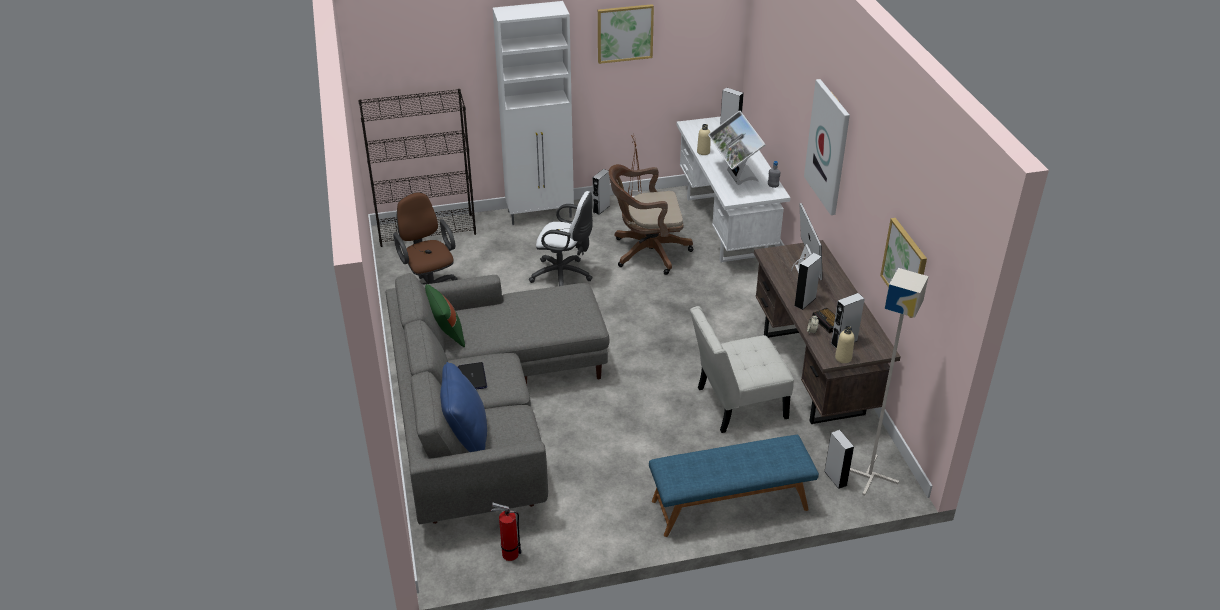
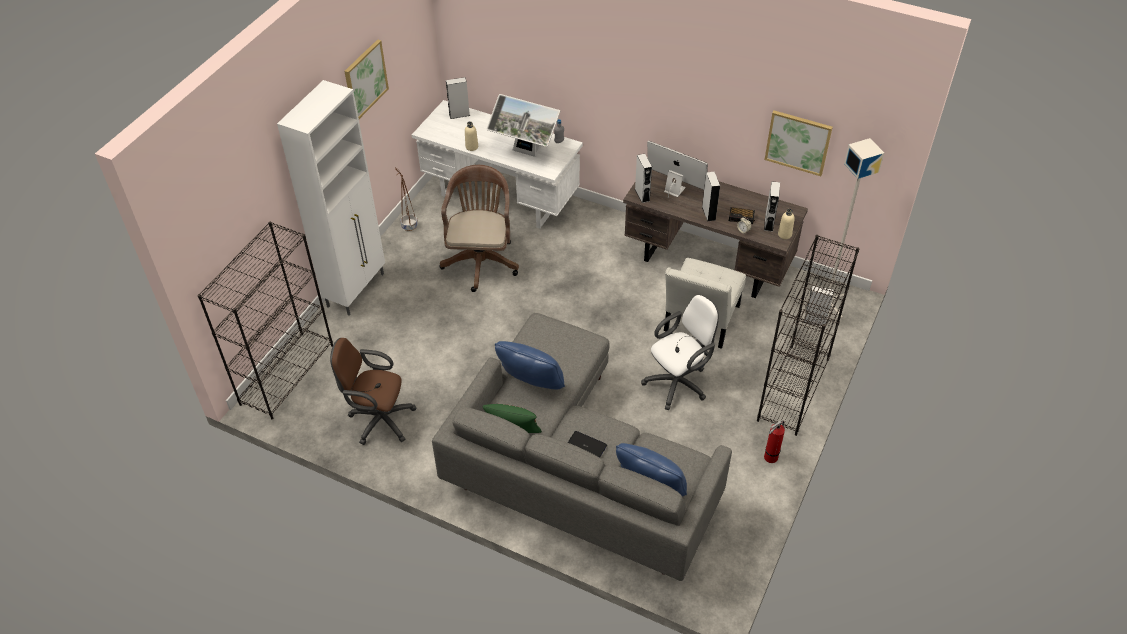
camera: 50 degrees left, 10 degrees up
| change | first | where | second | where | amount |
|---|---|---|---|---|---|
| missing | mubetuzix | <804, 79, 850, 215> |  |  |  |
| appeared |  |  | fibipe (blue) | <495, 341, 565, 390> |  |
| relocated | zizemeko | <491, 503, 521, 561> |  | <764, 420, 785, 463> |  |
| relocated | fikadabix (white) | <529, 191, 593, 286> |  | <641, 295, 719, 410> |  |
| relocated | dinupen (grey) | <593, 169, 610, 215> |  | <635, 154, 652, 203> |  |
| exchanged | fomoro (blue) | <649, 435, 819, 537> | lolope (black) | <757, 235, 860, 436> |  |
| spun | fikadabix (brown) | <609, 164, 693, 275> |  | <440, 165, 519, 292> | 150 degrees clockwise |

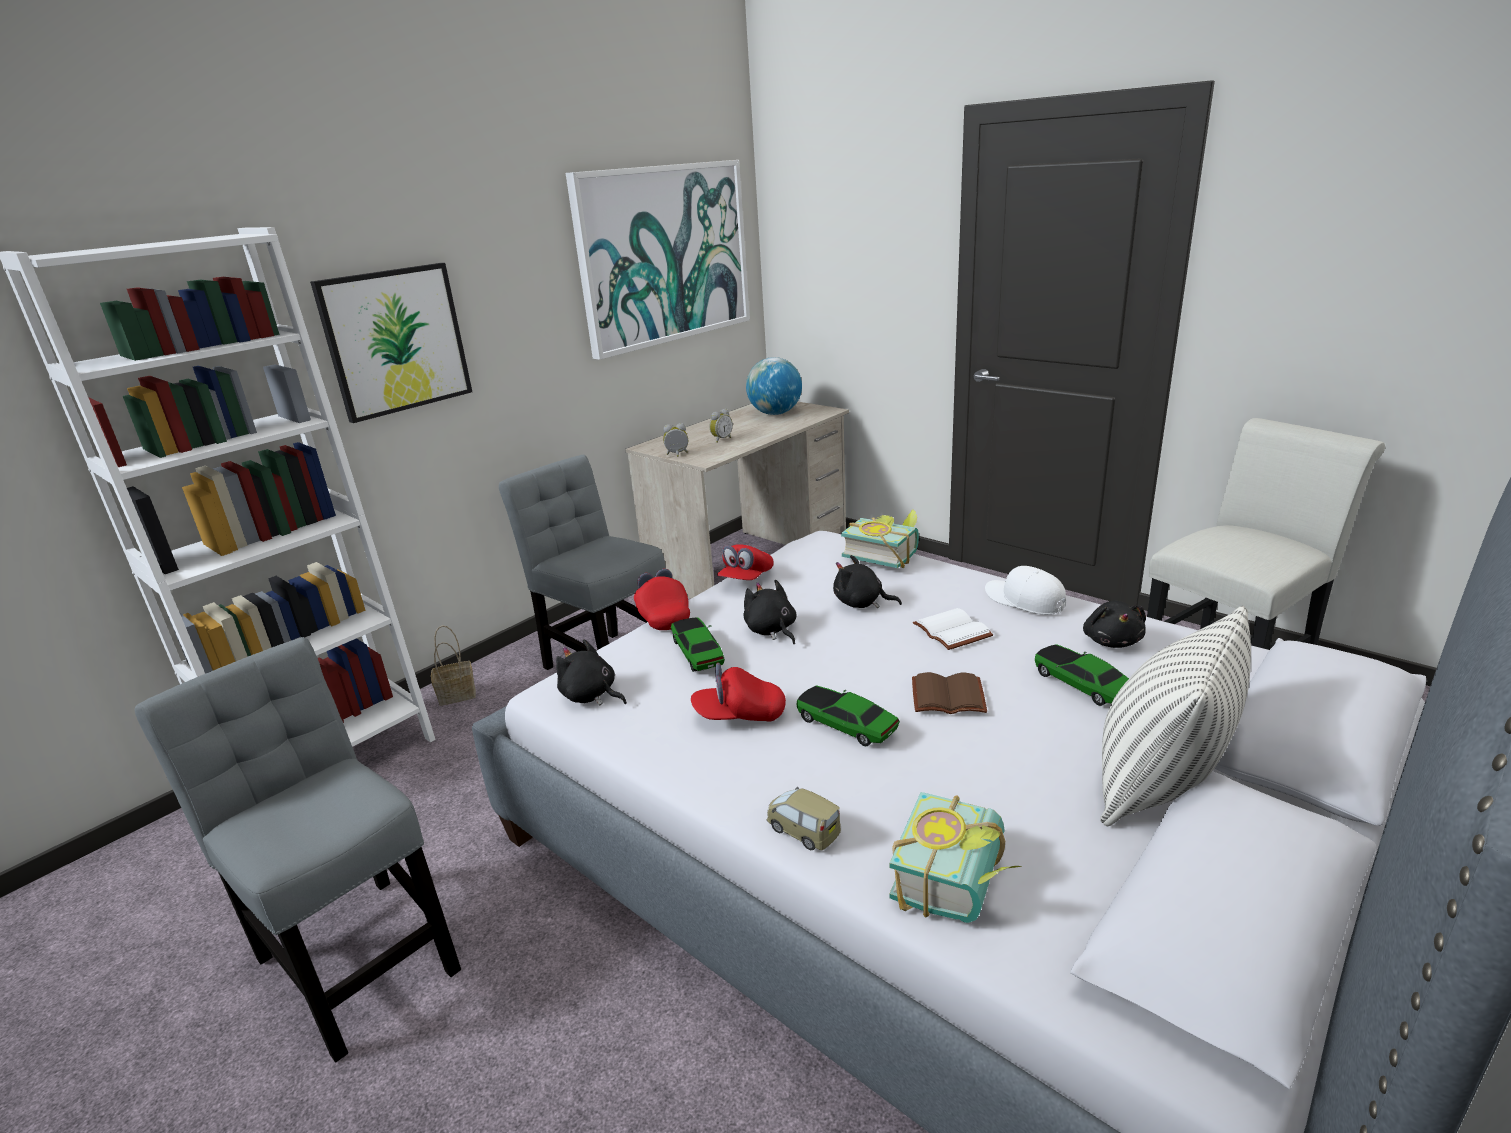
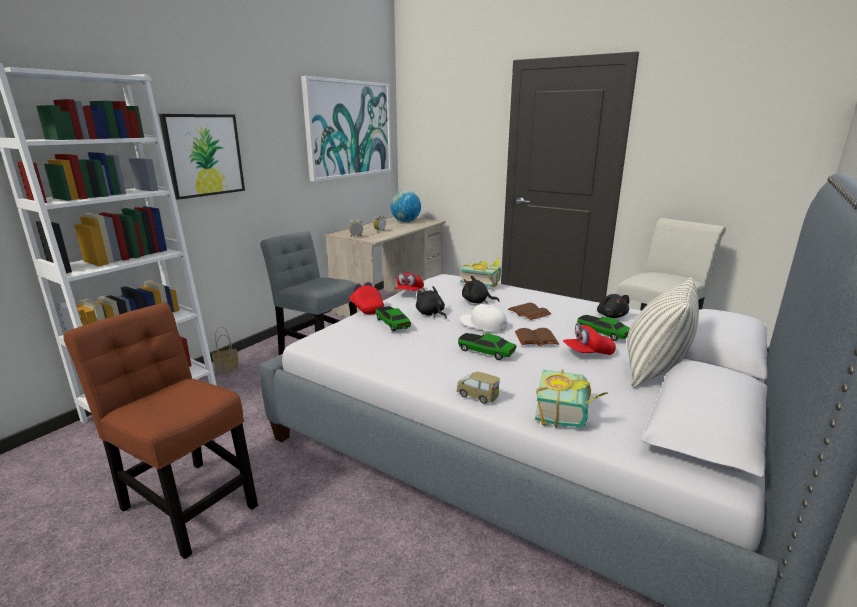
camera: 10 degrees left, 5 degrees down
| change | first | where | second | where | amount |
|---|---|---|---|---|---|
| missing | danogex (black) | <556, 640, 627, 705> |  |  |  |
| relocated | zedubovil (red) | <691, 663, 786, 722> |  | <563, 323, 616, 355> |  |
| relocated | zedubovil (white) | <985, 566, 1066, 615> |  | <460, 304, 507, 332> |  |
| colour | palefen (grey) | <135, 637, 461, 1062> | palefen (brown) | <63, 303, 258, 559> |  |
| colour | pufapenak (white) | <913, 608, 993, 650> | pufapenak (brown) | <508, 303, 551, 320> |  |

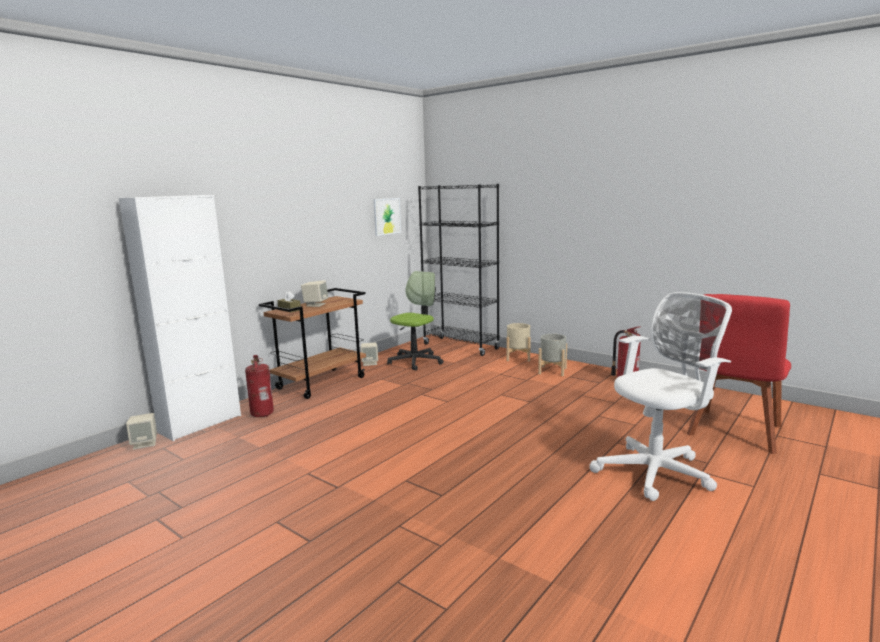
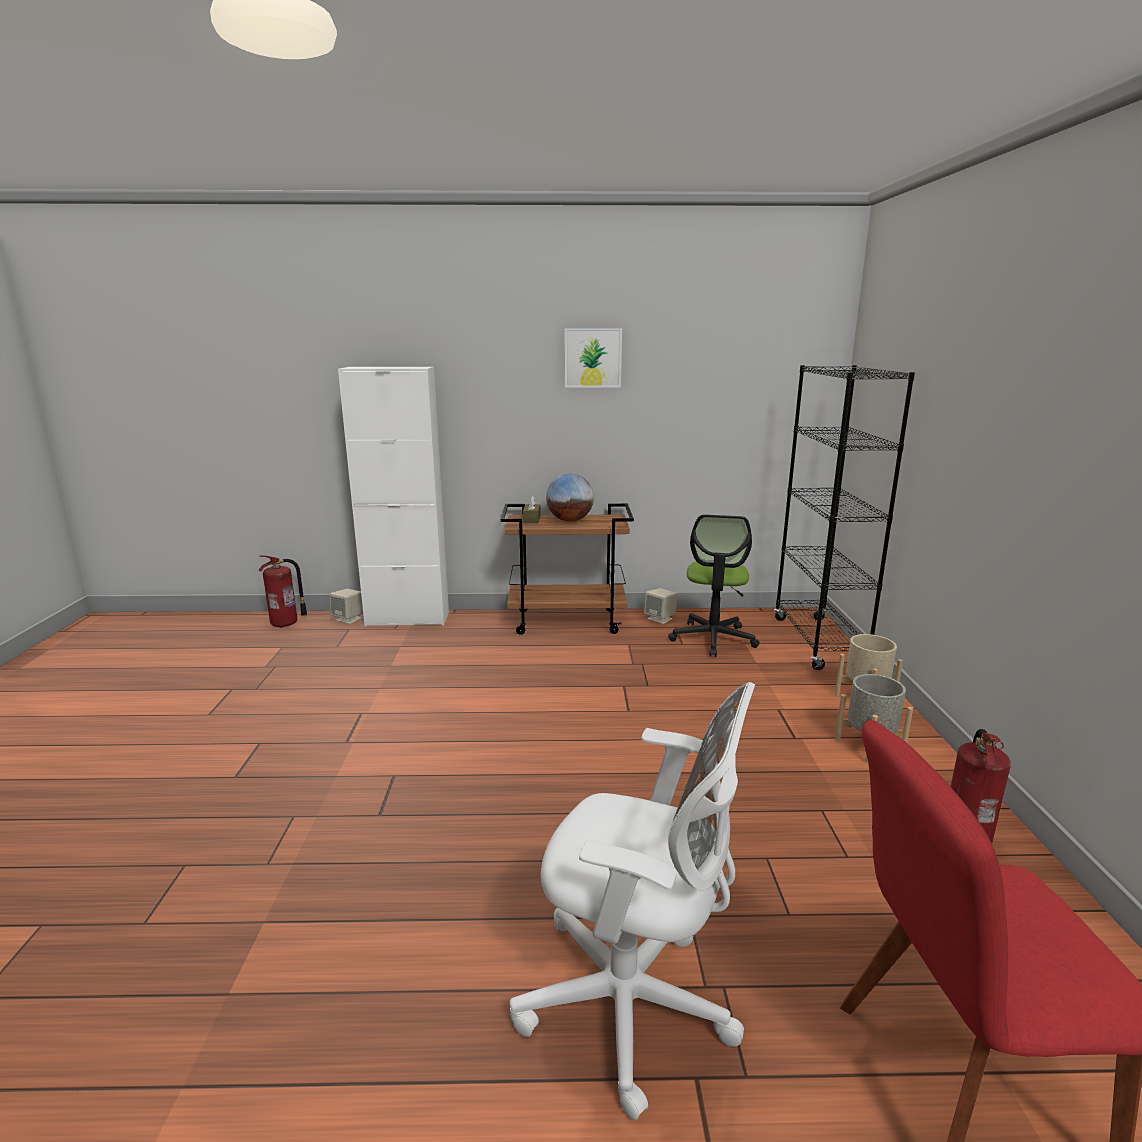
camera: 50 degrees right, 5 degrees up
| change | first | where | second | where | amount |
|---|---|---|---|---|---|
| relocated | zizemeko | <245, 355, 274, 417> |  | <259, 555, 307, 628> |  |
| relocated | mubetuzix | <373, 198, 401, 236> |  | <565, 329, 622, 388> |  |
| exchanged | dinupen (beige) | <301, 280, 328, 307> | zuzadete | <546, 474, 594, 522> |  |
| spun | fikadabix | <387, 271, 444, 370> |  | <668, 514, 760, 657> | 105 degrees clockwise |

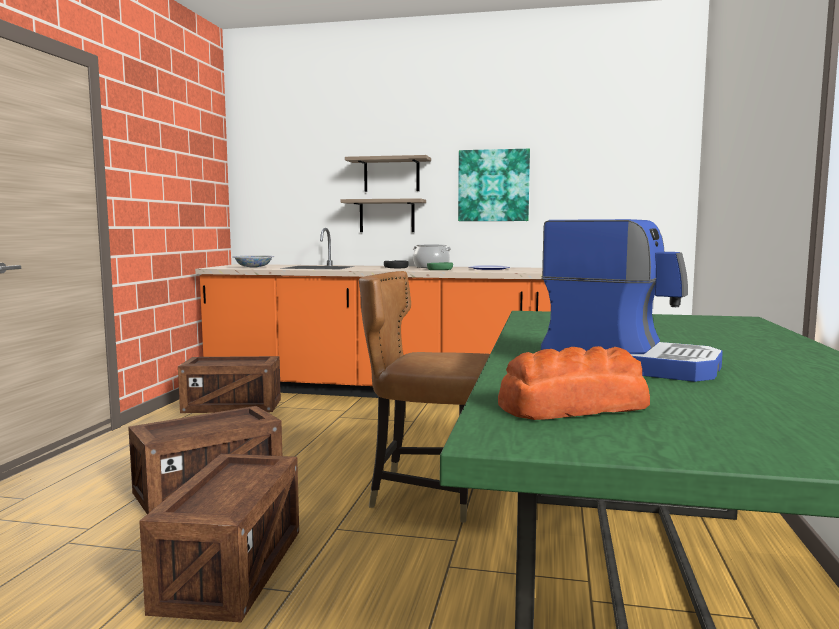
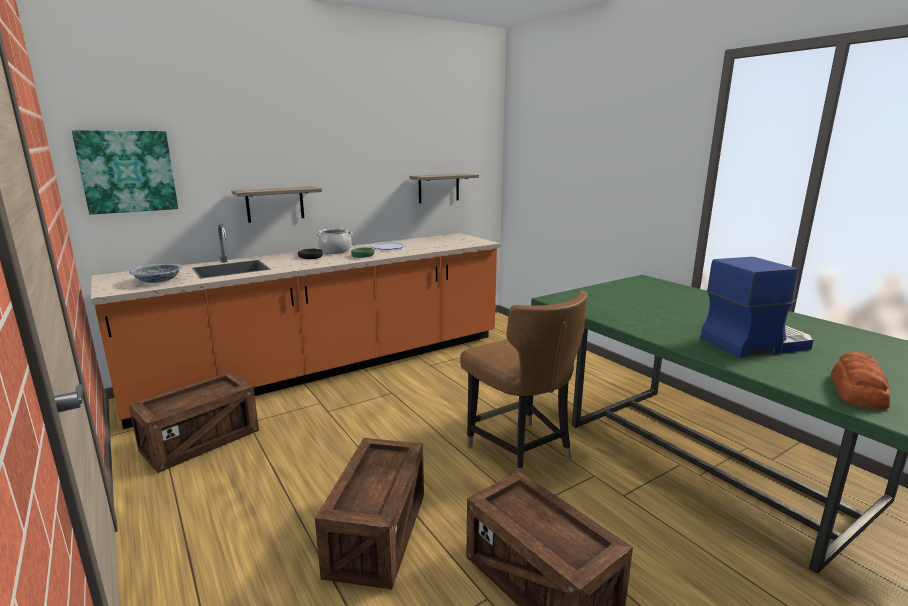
camera: 45 degrees left, 10 degrees up
| change | first | where | second | where | amount |
|---|---|---|---|---|---|
| relocated | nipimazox | <345, 155, 431, 192> |  | <410, 173, 479, 203> |  |
| relocated | mubetuzix | <458, 149, 530, 221> |  | <72, 130, 178, 215> |  |
| spun | palefen (brown) | <359, 271, 490, 523> |  | <460, 291, 588, 473> | 90 degrees counterclockwise |

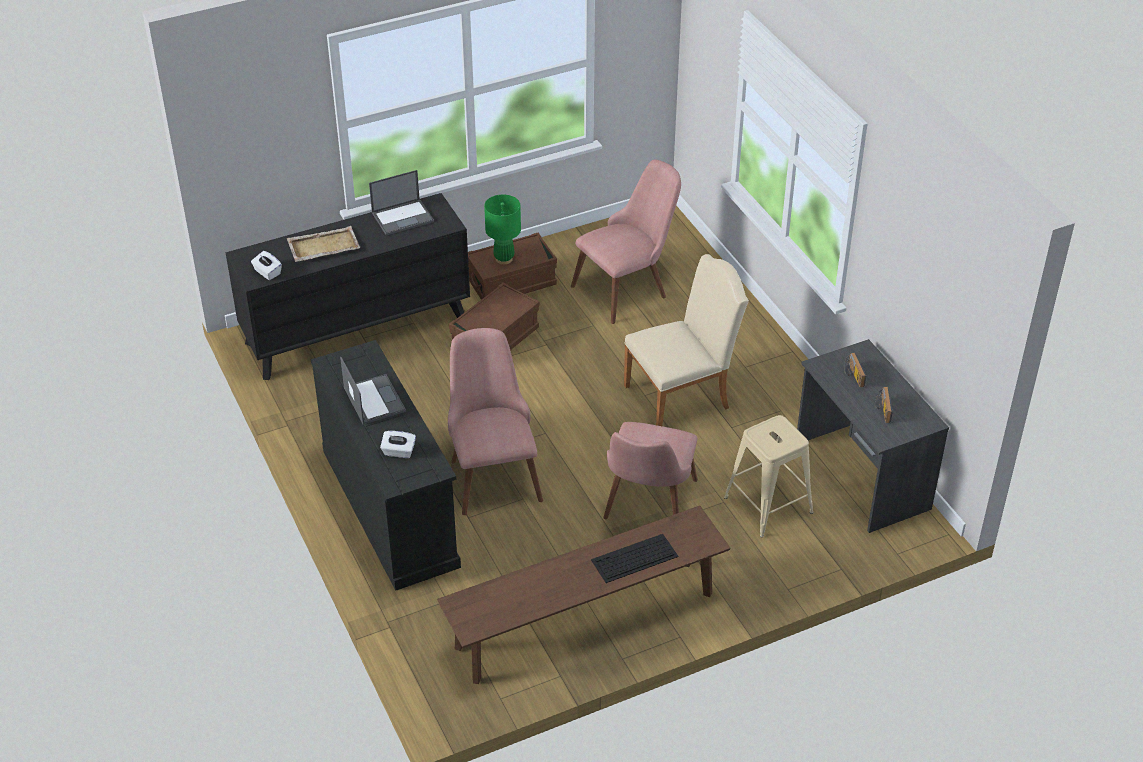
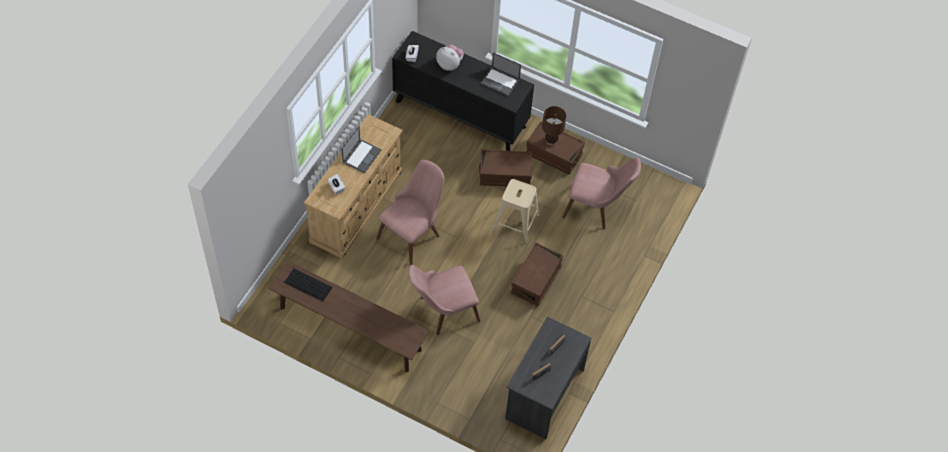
camera: 50 degrees right, 15 degrees up
| change | first | where | second | where | amount |
|---|---|---|---|---|---|
| relocated | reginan | <591, 534, 678, 583> |  | <284, 268, 333, 302> |  |
| relocated | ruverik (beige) | <724, 415, 813, 538> |  | <492, 179, 539, 244> |  |
| exchanged | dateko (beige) | <287, 226, 360, 262> | danogex | <436, 45, 464, 71> |  |
| exchanged | palefen (beige) | <624, 254, 749, 426> | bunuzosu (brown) | <511, 242, 564, 306> |  |
| colour | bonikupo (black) | <310, 340, 461, 591> | bonikupo (beige) | <304, 114, 403, 259> |  |
| colour | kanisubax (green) | <484, 195, 521, 264> | kanisubax (brown) | <542, 106, 566, 145> |  |

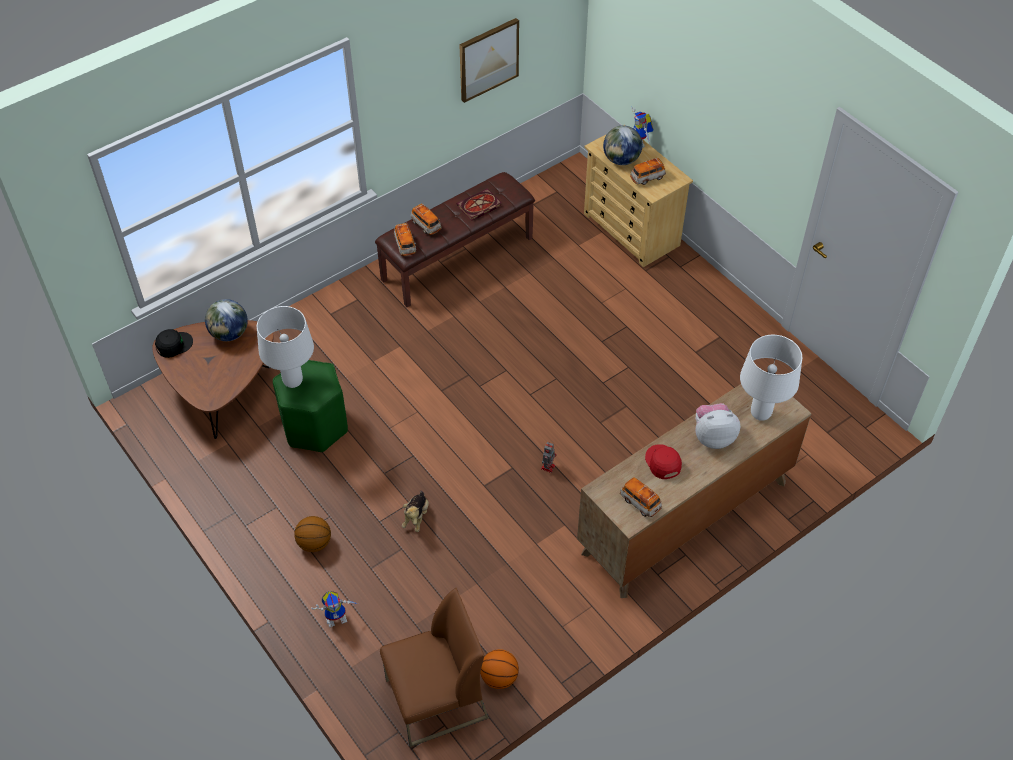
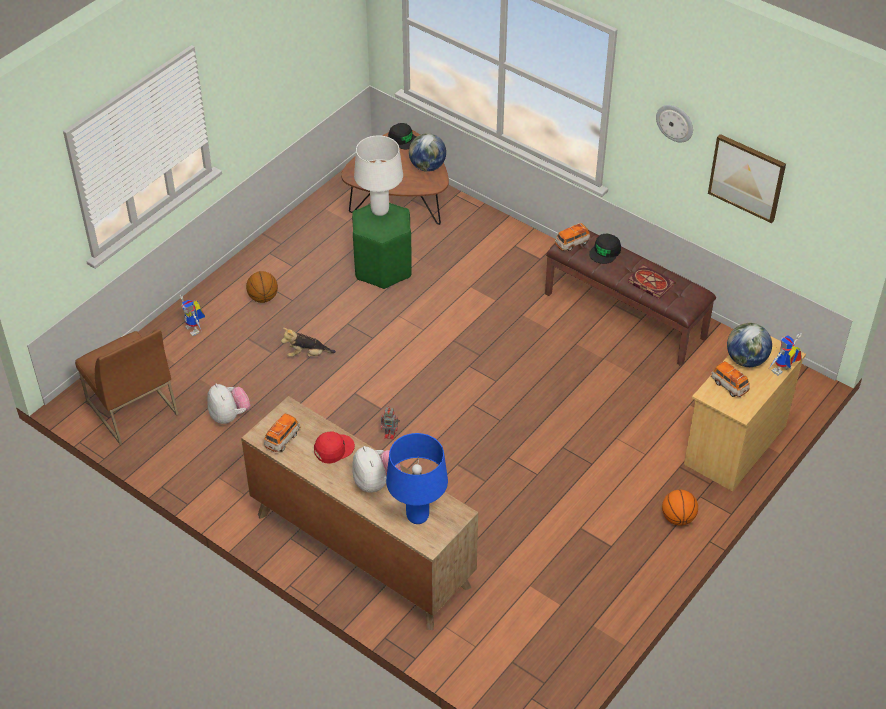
camera: 75 degrees right, 5 degrees down
| change | first | where | second | where | amount |
|---|---|---|---|---|---|
| appeared |  |  | danogex | <207, 383, 251, 424> |  |
| appeared |  |  | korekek | <656, 105, 693, 142> |  |
| relocated | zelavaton | <480, 649, 519, 689> |  | <662, 490, 698, 526> |  |
| exchanged | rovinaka | <411, 203, 442, 235> | zedubovil (black) | <589, 233, 621, 264> |  |
| colour | kanisubax (white) | <740, 335, 802, 421> | kanisubax (blue) | <386, 433, 448, 524> |  |

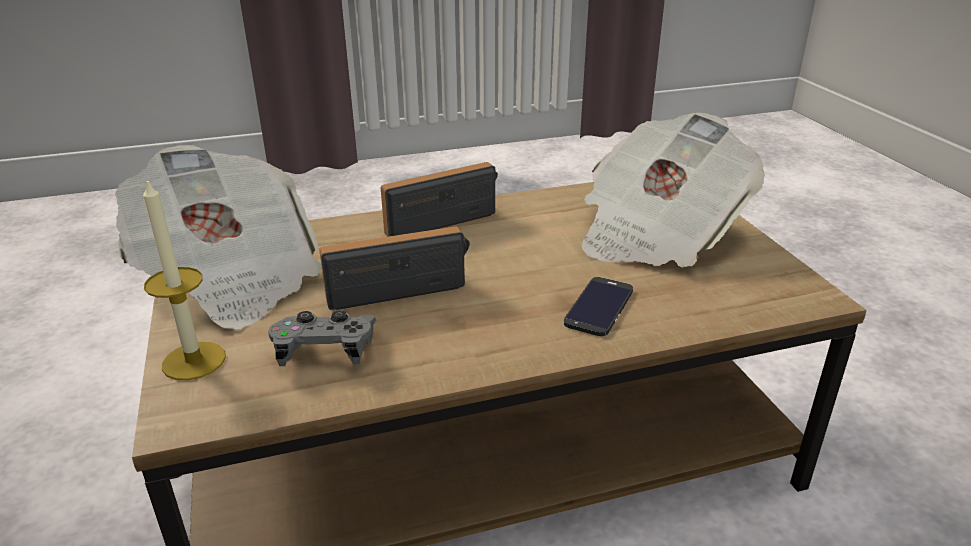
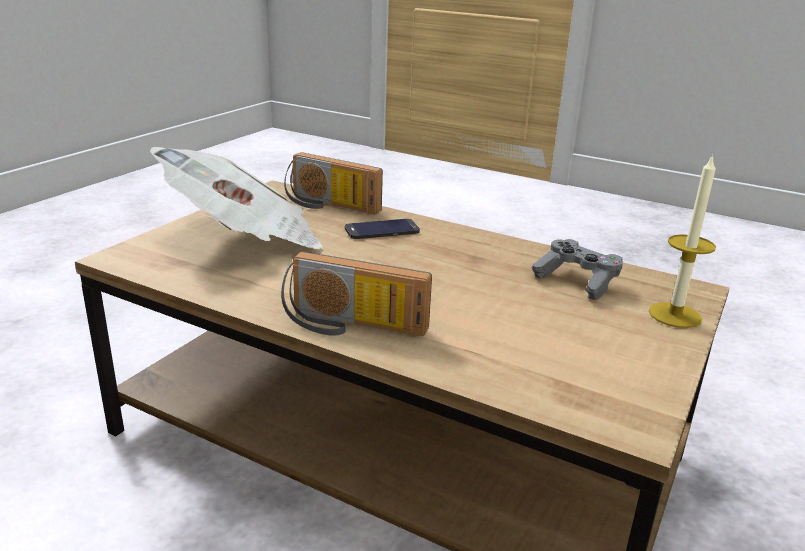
camera: 135 degrees left, 5 degrees down
| change | first | where | second | where | amount |
|---|---|---|---|---|---|
| missing | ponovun | <115, 145, 322, 329> |  |  |  |
| relocated | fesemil | <319, 226, 470, 310> |  | <284, 152, 383, 214> |  |

